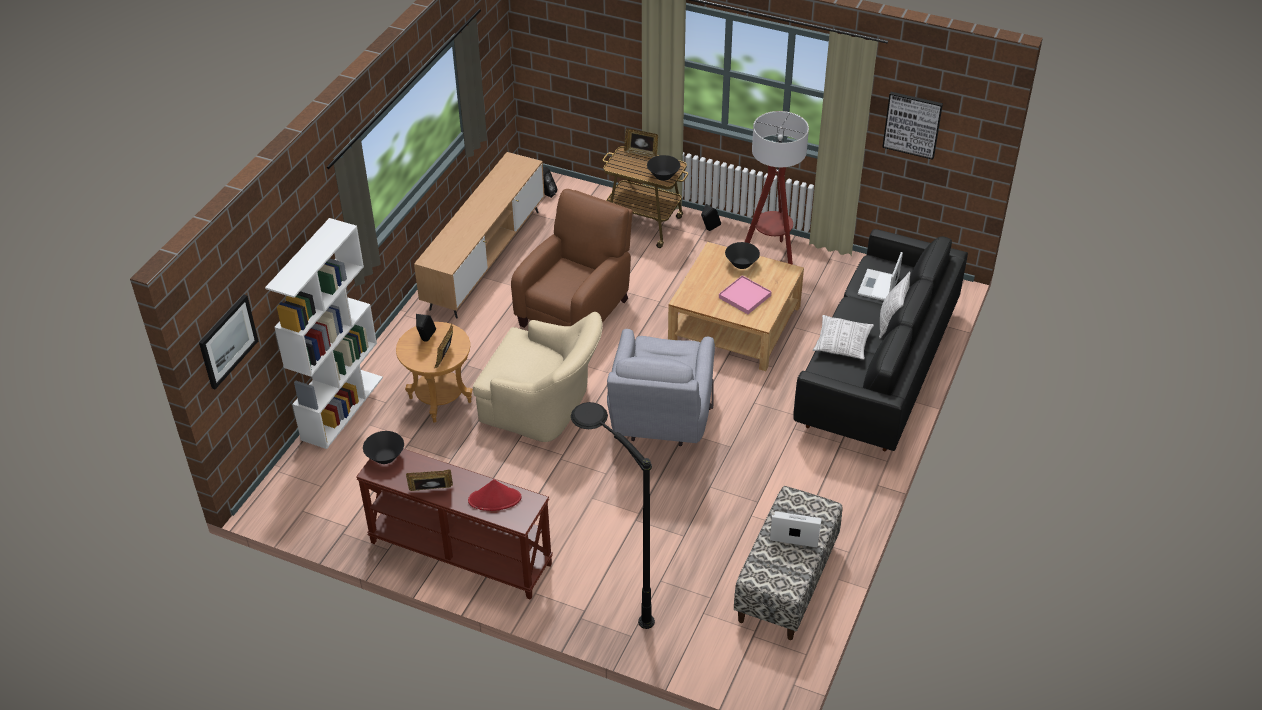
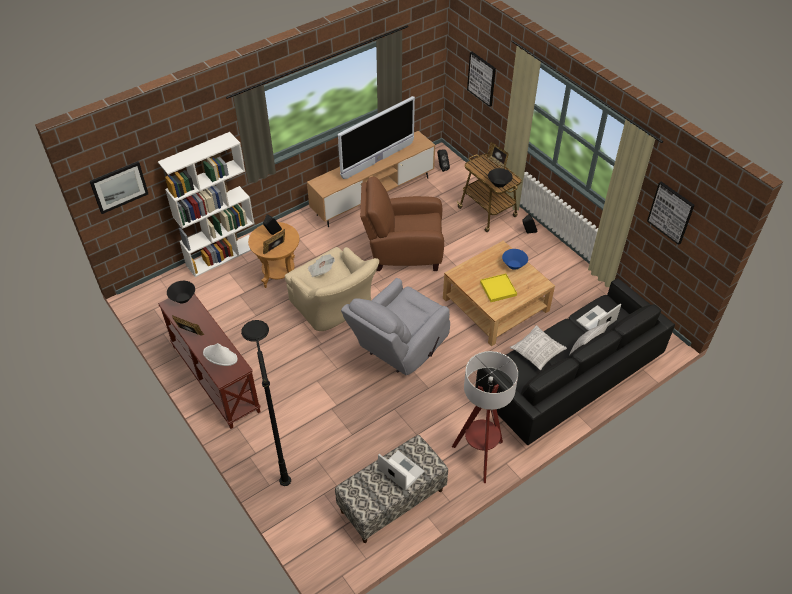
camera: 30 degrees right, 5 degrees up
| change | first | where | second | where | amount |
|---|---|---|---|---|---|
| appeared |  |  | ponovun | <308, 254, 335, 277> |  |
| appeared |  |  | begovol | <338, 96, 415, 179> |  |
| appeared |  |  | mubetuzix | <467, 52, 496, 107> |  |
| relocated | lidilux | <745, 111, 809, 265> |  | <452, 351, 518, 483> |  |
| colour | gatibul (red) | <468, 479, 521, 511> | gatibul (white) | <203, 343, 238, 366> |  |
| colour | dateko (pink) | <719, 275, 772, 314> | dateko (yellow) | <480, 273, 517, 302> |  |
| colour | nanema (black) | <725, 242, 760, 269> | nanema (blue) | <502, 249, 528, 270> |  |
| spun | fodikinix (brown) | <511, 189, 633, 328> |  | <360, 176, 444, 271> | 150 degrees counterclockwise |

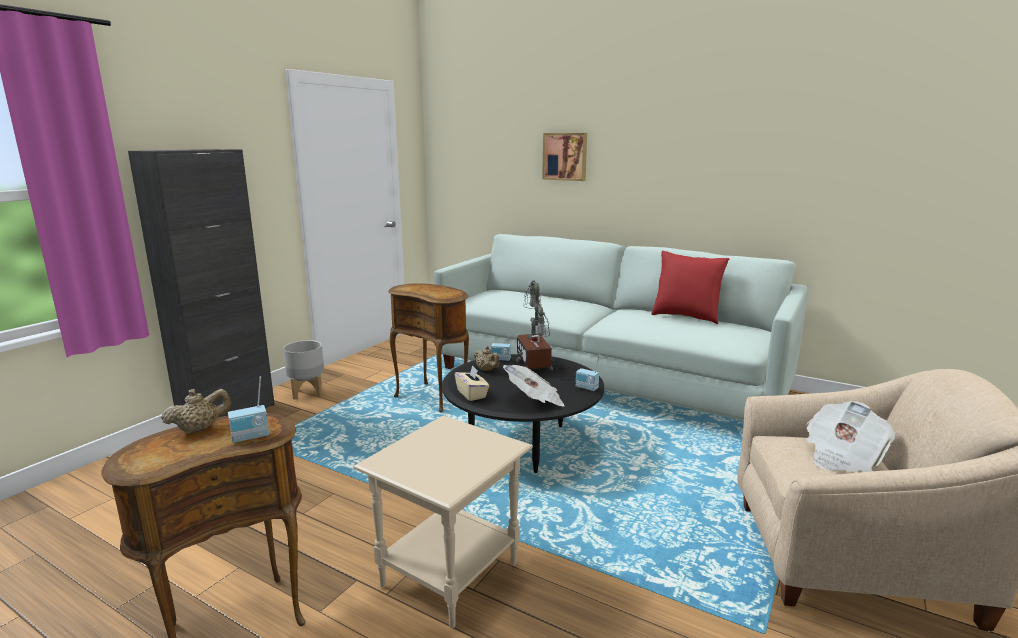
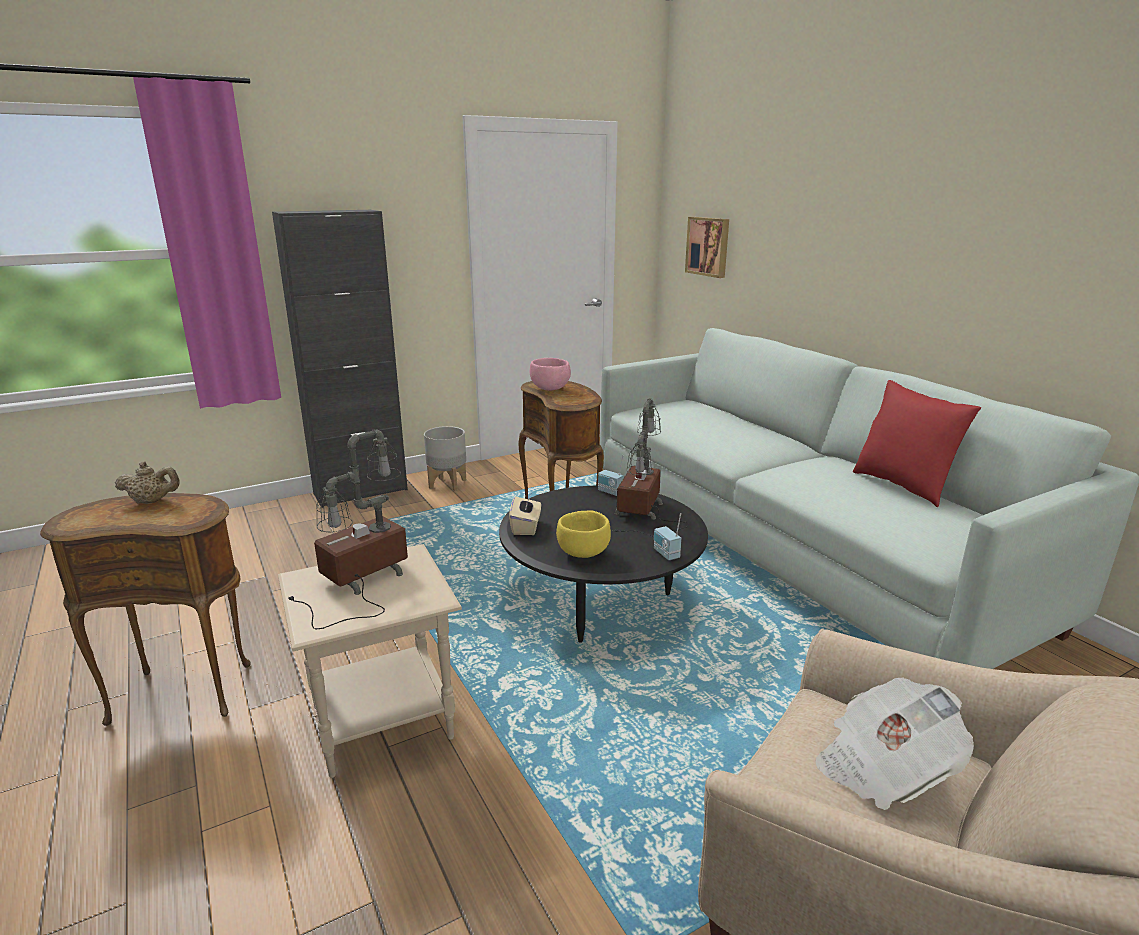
camera: 30 degrees right, 5 degrees up
| change | first | where | second | where | amount |
|---|---|---|---|---|---|
| missing | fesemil | <228, 376, 269, 443> |  |  |  |
| missing | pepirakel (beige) | <474, 346, 500, 371> |  |  |  |
| appeared |  |  | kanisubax | <288, 429, 408, 629> |  |
| appeared |  |  | nanema (pink) | <530, 358, 571, 391> |  |
| relocated | mubetuzix | <542, 133, 587, 181> |  | <685, 217, 729, 278> |  |
| exchanged | ponovun | <503, 365, 564, 407> | nanema (yellow) | <556, 511, 611, 558> |  |

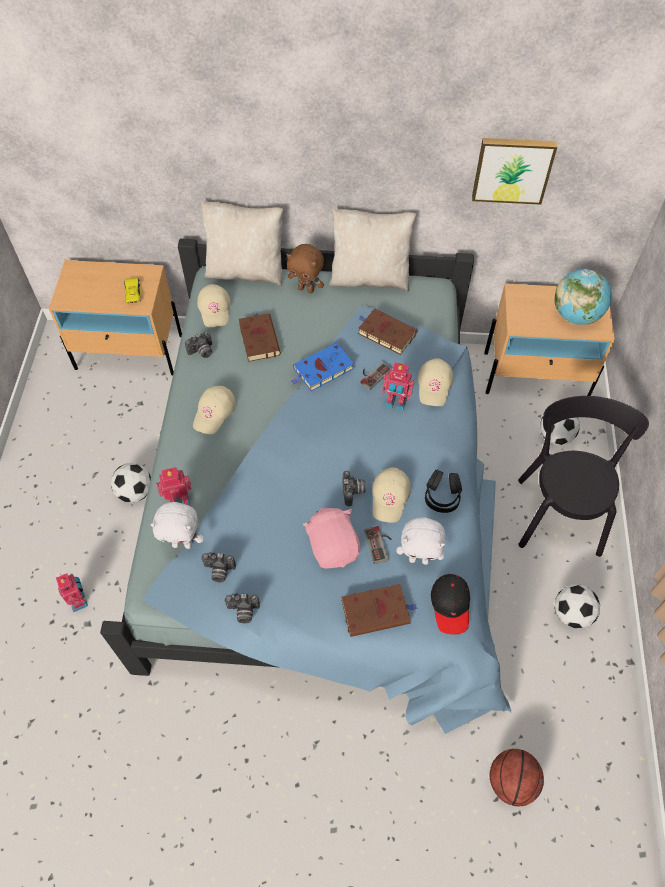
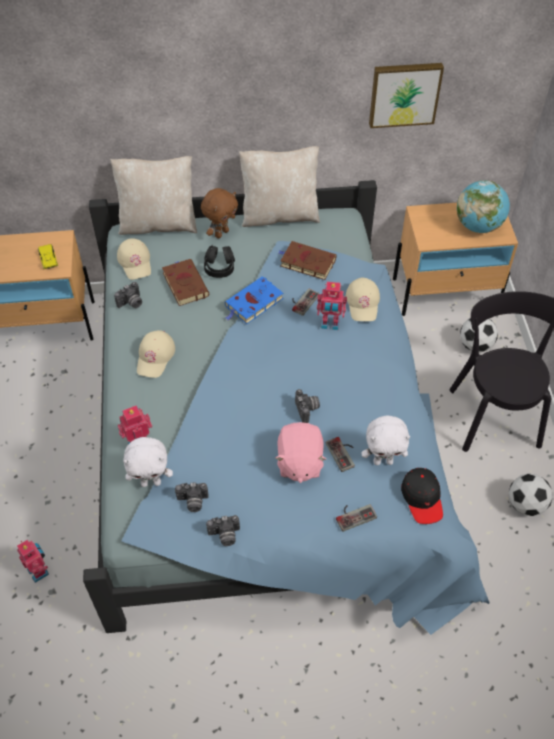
camera: 10 degrees left, 5 degrees down
| change | first | where | second | where | amount |
|---|---|---|---|---|---|
| missing | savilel | <111, 463, 151, 503> |  |  |  |
| missing | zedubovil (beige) | <372, 467, 411, 523> |  |  |  |
| missing | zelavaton | <490, 749, 544, 806> |  |  |  |
| relocated | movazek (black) | <425, 469, 462, 513> |  | <204, 245, 235, 278> |  |
| exchanged | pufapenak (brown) | <341, 584, 418, 637> | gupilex | <336, 504, 377, 532> |  |
| spun | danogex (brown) | <286, 244, 324, 293> |  | <201, 188, 238, 238> | 60 degrees counterclockwise |
| spun | danogex (pink) | <303, 508, 360, 569> |  | <275, 422, 326, 483> | 150 degrees counterclockwise |

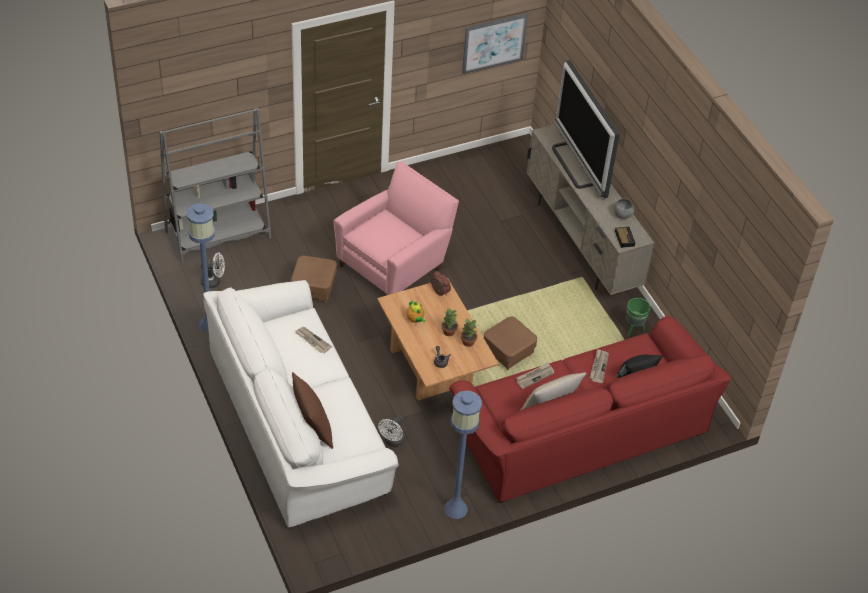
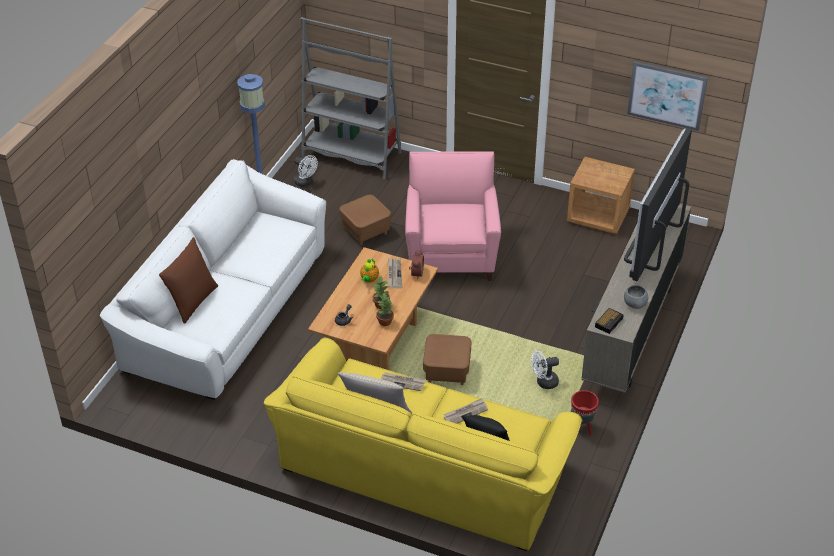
camera: 50 degrees right, 5 degrees down
| change | first | where | second | where | amount |
|---|---|---|---|---|---|
| missing | lidilux (blue) | <444, 391, 482, 519> |  |  |  |
| appeared |  |  | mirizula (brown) | <567, 157, 635, 234> |  |
| relocated | ponovun | <295, 327, 332, 353> |  | <388, 258, 402, 288> |  |
| relocated | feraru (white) | <378, 415, 405, 447> |  | <531, 350, 559, 389> |  |
| colour | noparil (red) | <449, 316, 731, 503> | noparil (yellow) | <264, 338, 583, 551> |  |
| colour | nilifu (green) | <627, 298, 651, 336> | nilifu (red) | <571, 390, 599, 436> |  |
| spun | fodikinix (pink) | <333, 161, 459, 295> |  | <405, 151, 501, 281> | 90 degrees counterclockwise |

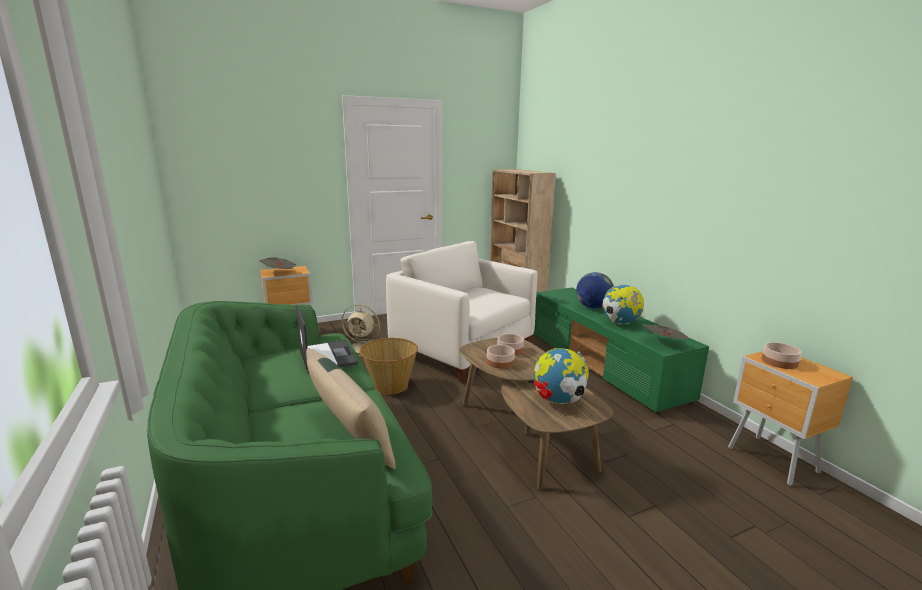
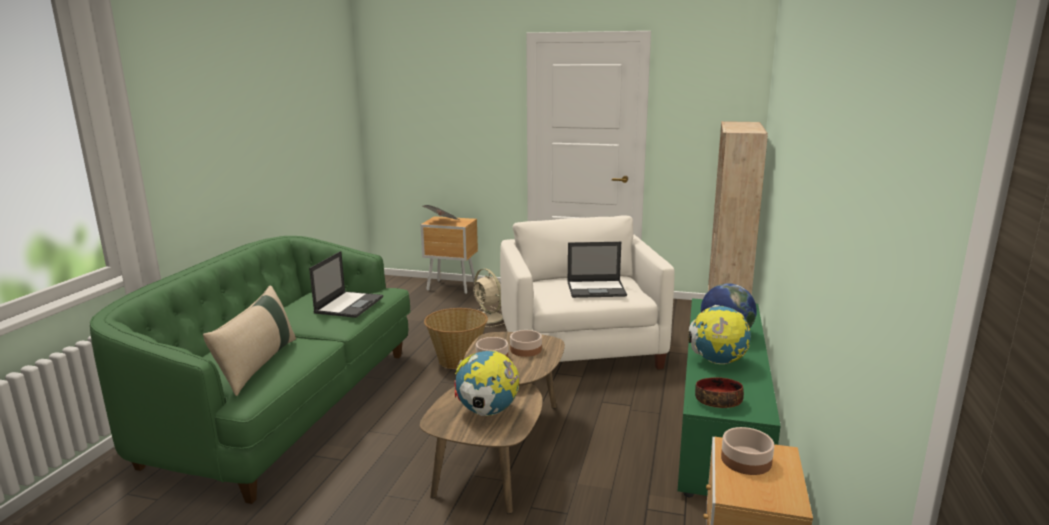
camera: 40 degrees right, 0 degrees up
| change | first | where | second | where | amount |
|---|---|---|---|---|---|
| appeared |  |  | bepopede | <567, 242, 627, 298> |  |
| exchanged | ponovun | <641, 324, 690, 340> | nanema | <695, 377, 744, 408> |  |

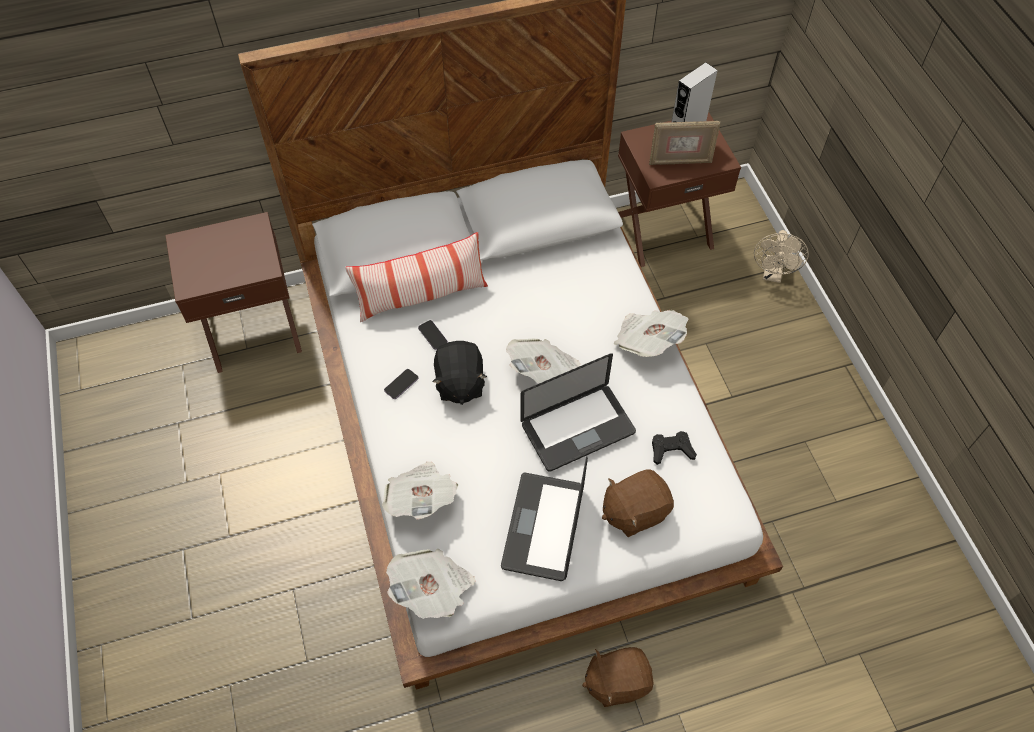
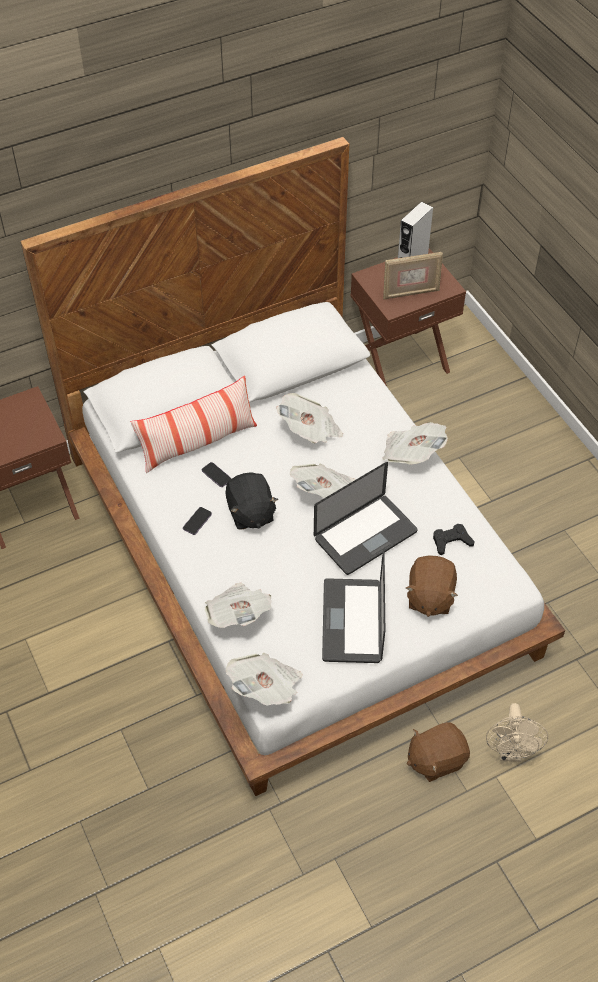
camera: 10 degrees left, 5 degrees down
| change | first | where | second | where | amount |
|---|---|---|---|---|---|
| appeared |  |  | ponovun | <276, 393, 343, 443> |  |
| relocated | feraru (beige) | <754, 230, 809, 283> |  | <486, 703, 548, 762> |  |
| spun | danogex (brown) | <602, 470, 674, 537> |  | <406, 555, 458, 617> | 45 degrees counterclockwise |

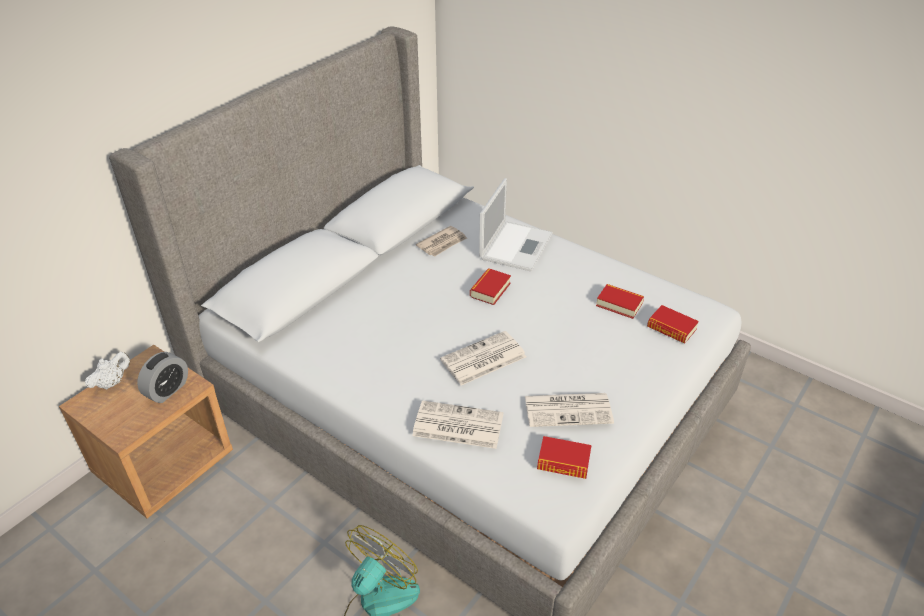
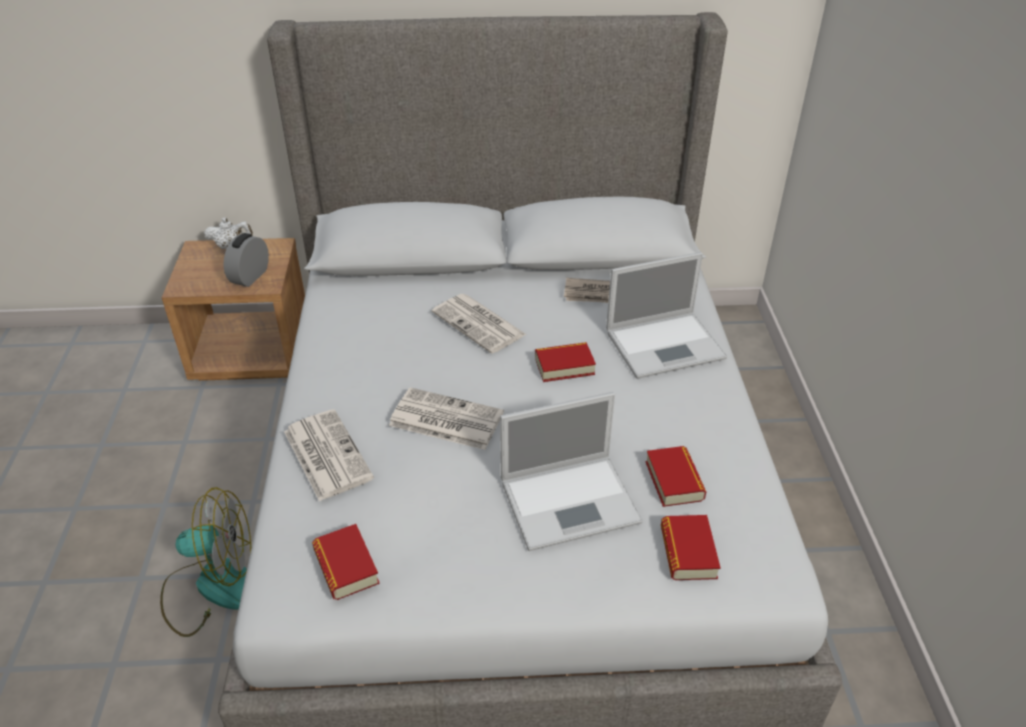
camera: 50 degrees right, 0 degrees up
| change | first | where | second | where | amount |
|---|---|---|---|---|---|
| appeared |  |  | bepopede | <500, 392, 643, 551> |  |
| relocated | ponovun | <525, 393, 614, 427> |  | <432, 294, 527, 354> |  |
| spun | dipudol | <137, 352, 188, 403> |  | <224, 233, 269, 287> | 120 degrees clockwise |

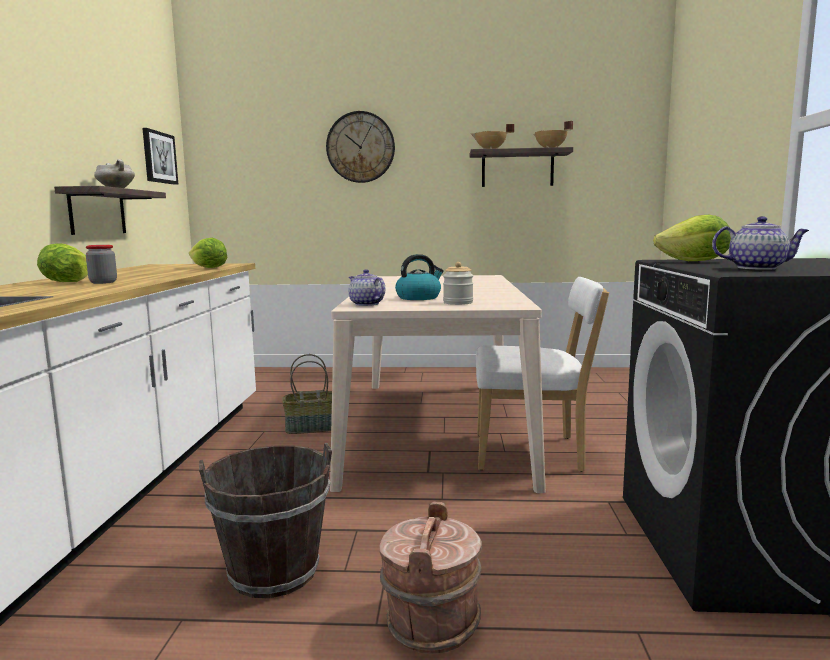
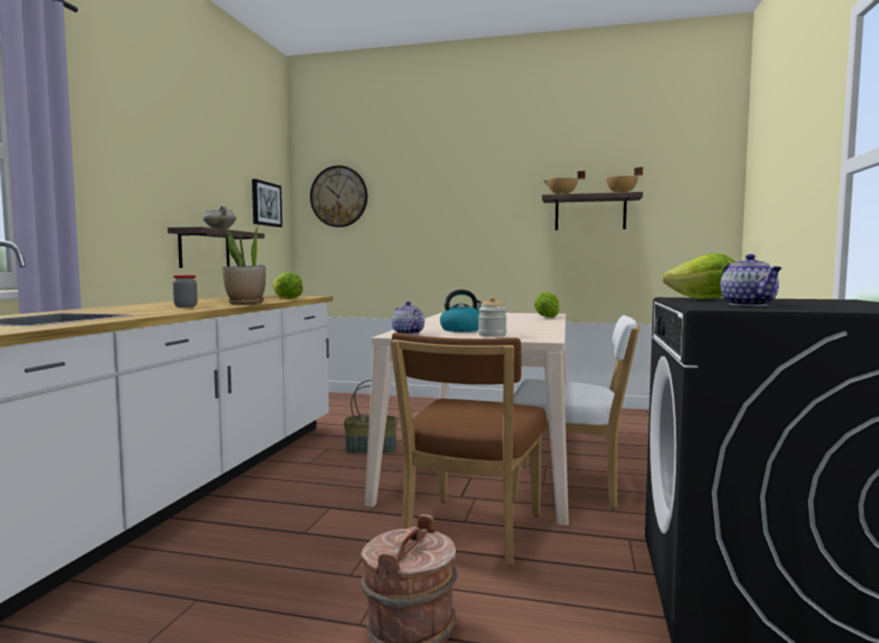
camera: 10 degrees right, 5 degrees down
| change | first | where | second | where | amount |
|---|---|---|---|---|---|
| missing | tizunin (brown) | <199, 443, 332, 598> |  |  |  |
| appeared |  |  | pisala | <222, 225, 266, 304> |  |
| appeared |  |  | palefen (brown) | <390, 332, 546, 566> |  |
| relocated | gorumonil | <37, 243, 88, 282> |  | <534, 292, 560, 317> |  |
| relocated | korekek | <326, 111, 395, 183> |  | <310, 165, 368, 227> |  |
| spun | pepirakel | <712, 216, 809, 270> |  | <720, 254, 782, 306> | 60 degrees clockwise |

